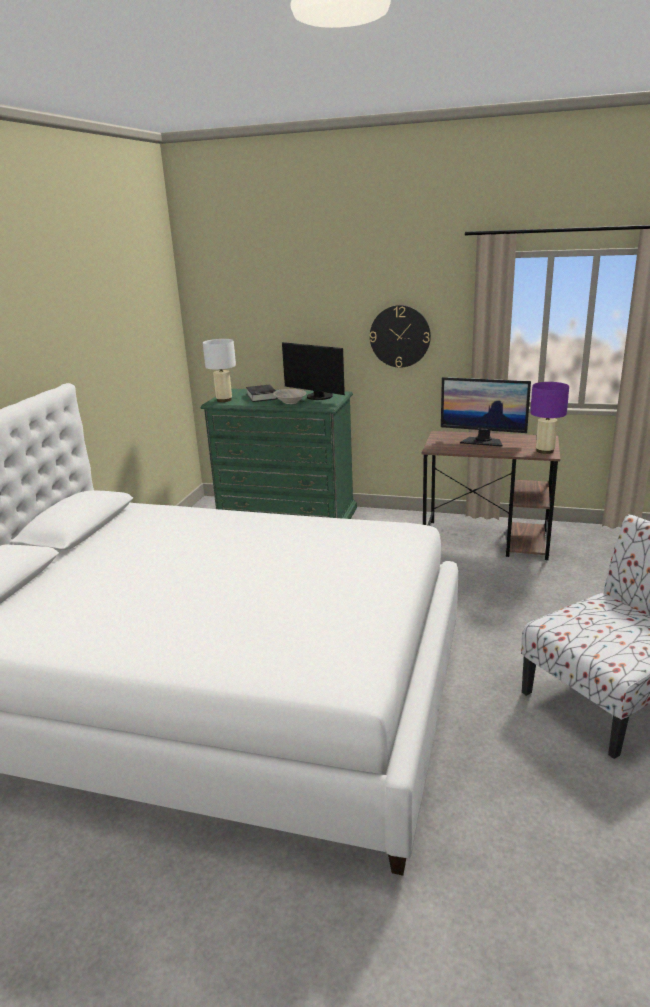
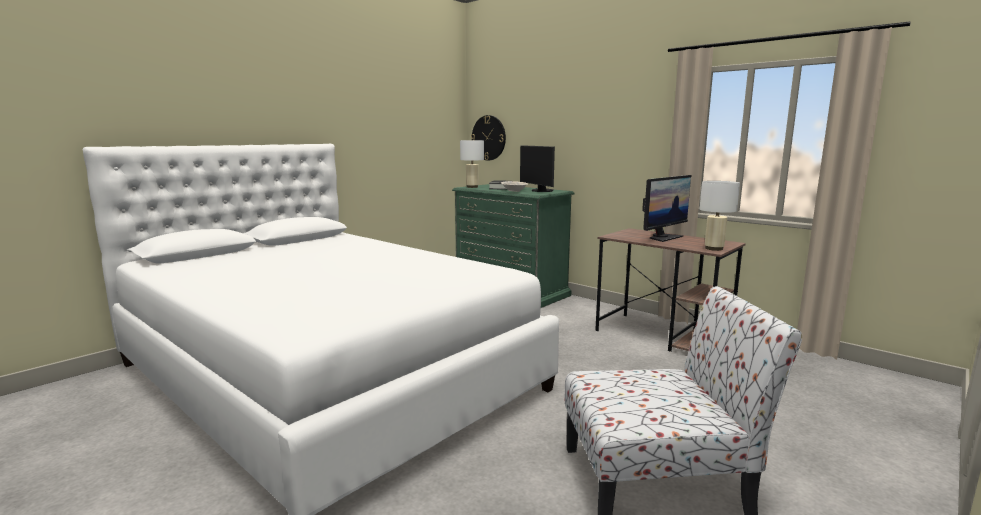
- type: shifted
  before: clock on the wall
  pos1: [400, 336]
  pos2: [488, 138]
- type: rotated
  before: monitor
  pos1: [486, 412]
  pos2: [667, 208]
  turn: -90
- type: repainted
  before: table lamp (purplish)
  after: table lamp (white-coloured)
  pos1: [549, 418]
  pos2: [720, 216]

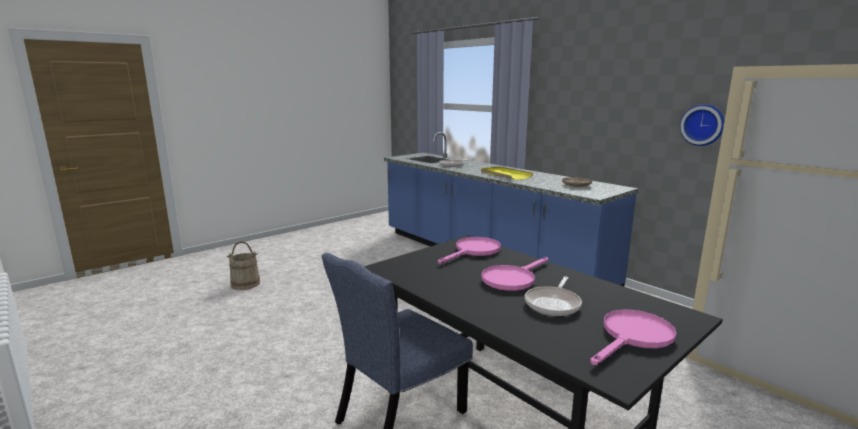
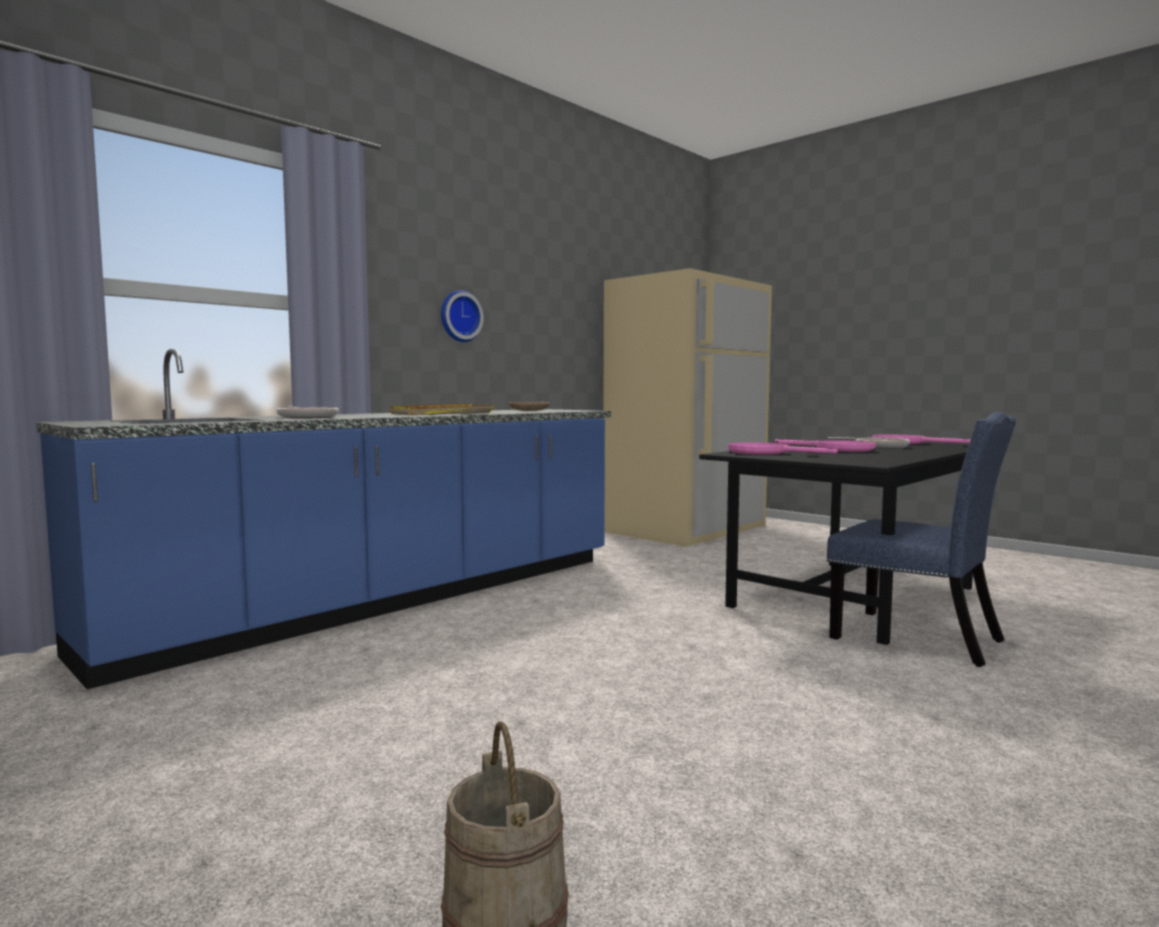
- type: shifted
  before: clock on the wall
  pos1: [702, 125]
  pos2: [462, 316]

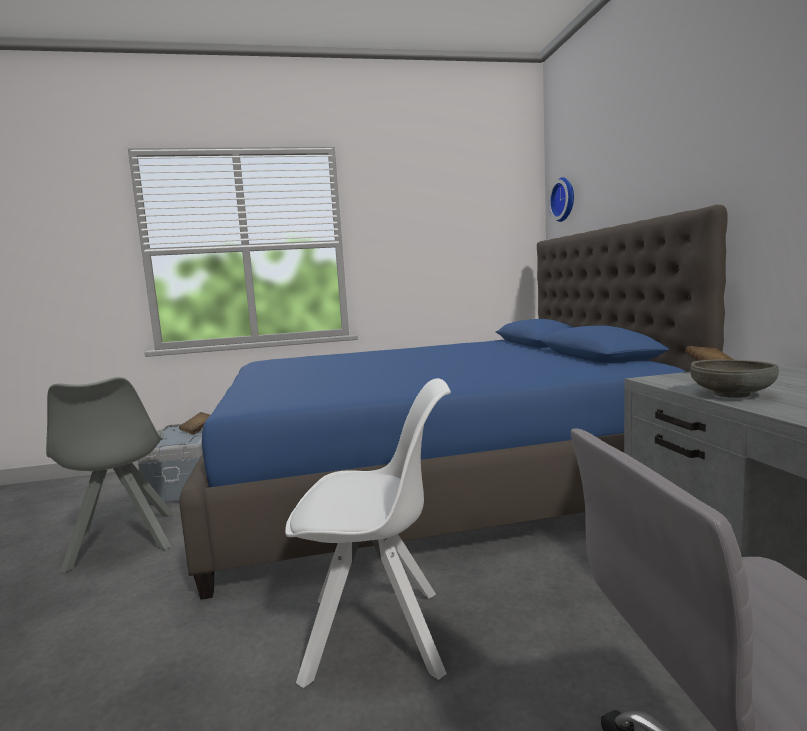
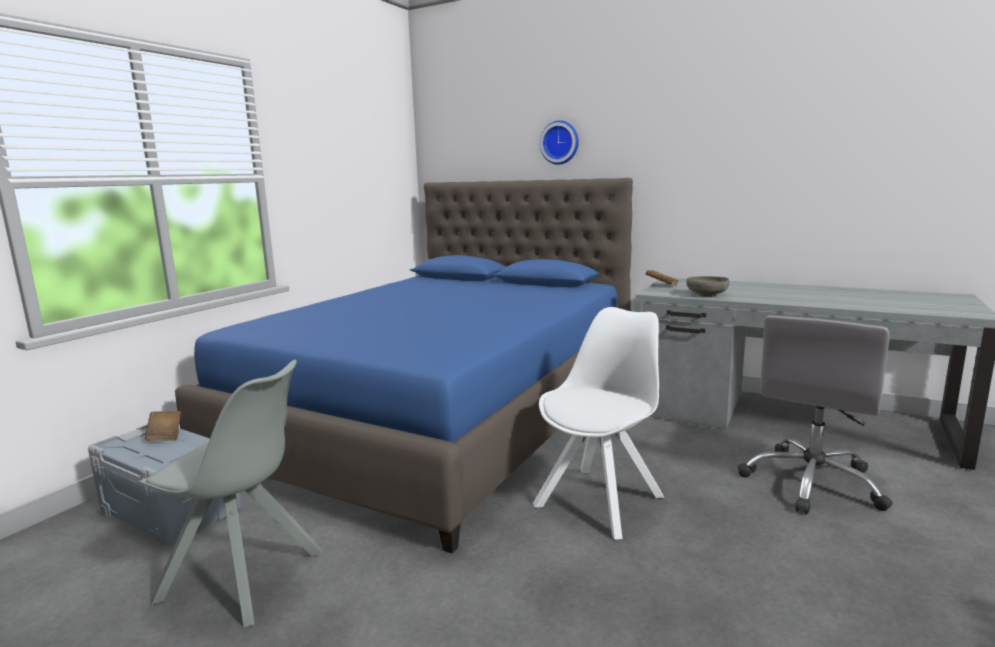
- type: shifted
  before: clock on the wall
  pos1: [561, 199]
  pos2: [559, 142]

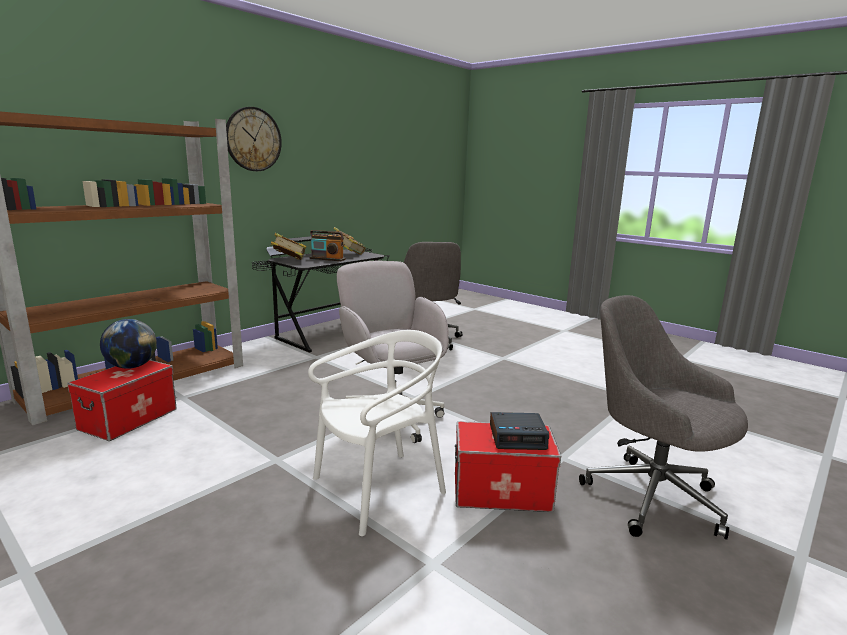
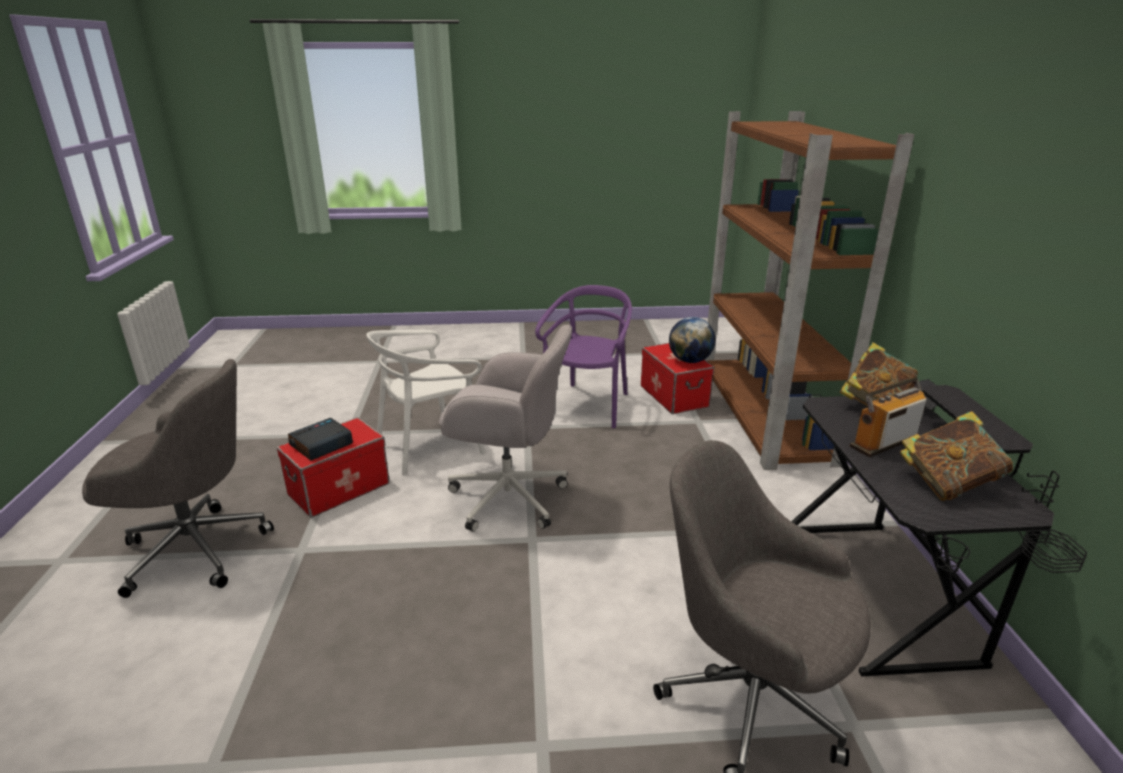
- type: gone
  before: clock on the wall
  pos1: [254, 139]
- type: rotated
  before: plain chair (white-coloured)
  pos1: [377, 433]
  pos2: [426, 403]
  turn: 45
- type: new
  after: plain chair (purplish)
  pos2: [583, 357]

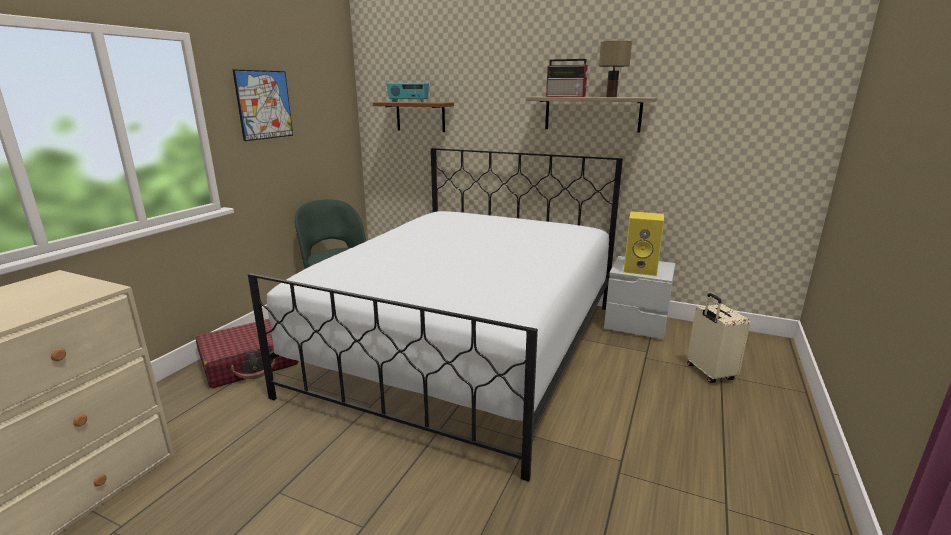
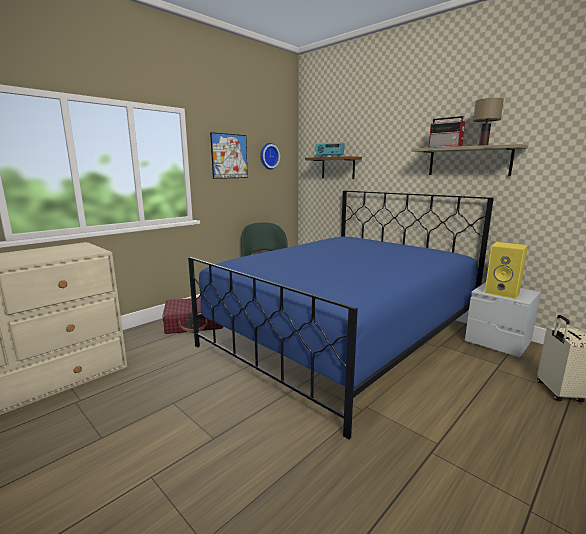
- type: repainted
  before: bed (white-coloured)
  after: bed (bluish)
  pos1: [435, 315]
  pos2: [341, 315]
- type: new
  after: clock on the wall
  pos2: [270, 156]

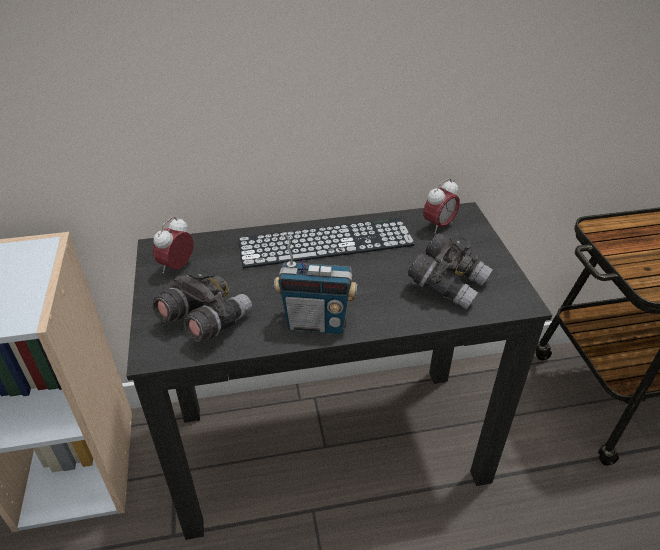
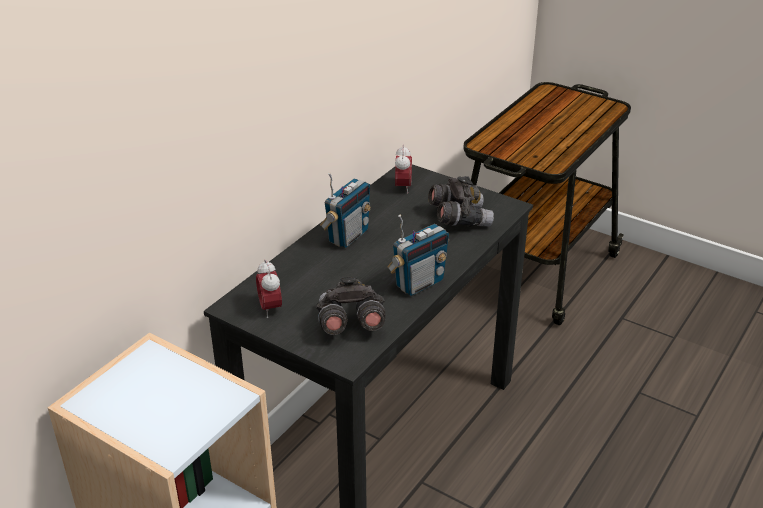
- type: swapped
  before: computer keyboard
  after: radio receiver
  pos1: [326, 243]
  pos2: [345, 210]

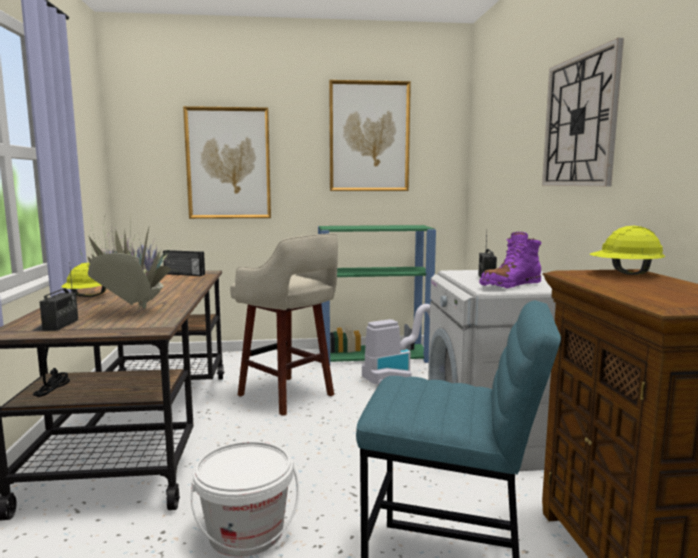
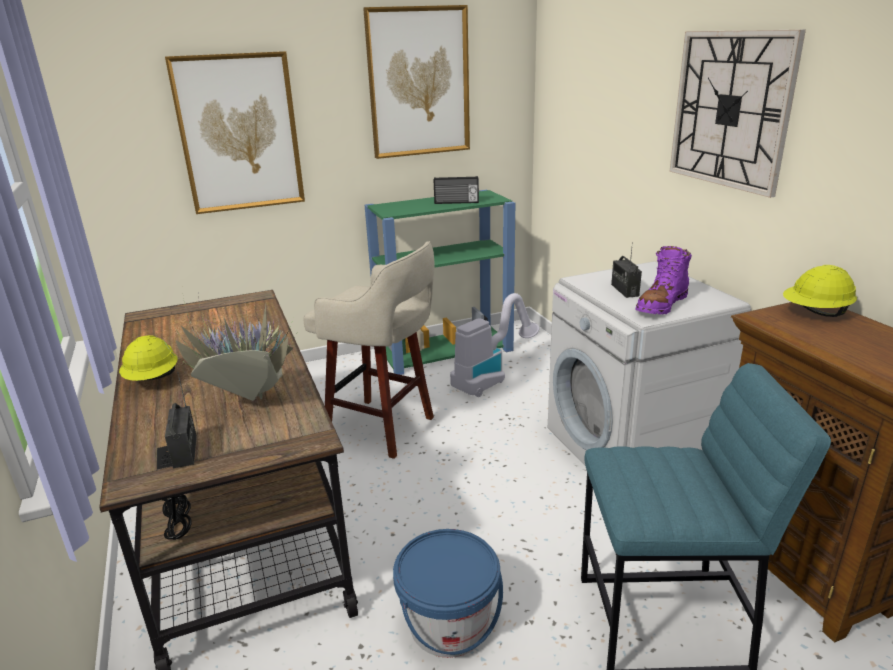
- type: shifted
  before: radio receiver
  pos1: [184, 263]
  pos2: [456, 190]
- type: repainted
  before: water bucket (white-coloured)
  after: water bucket (bluish)
  pos1: [245, 499]
  pos2: [448, 593]

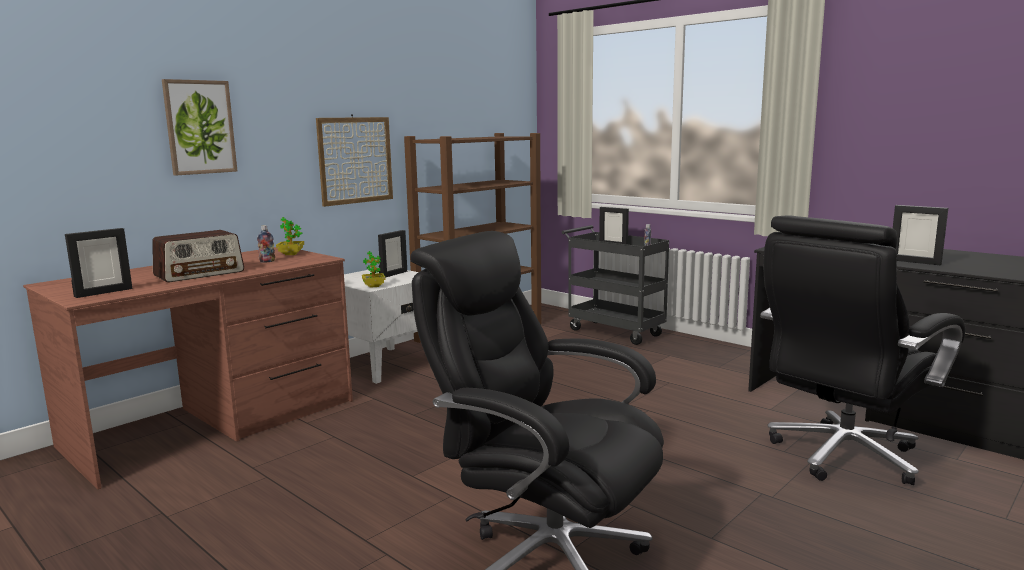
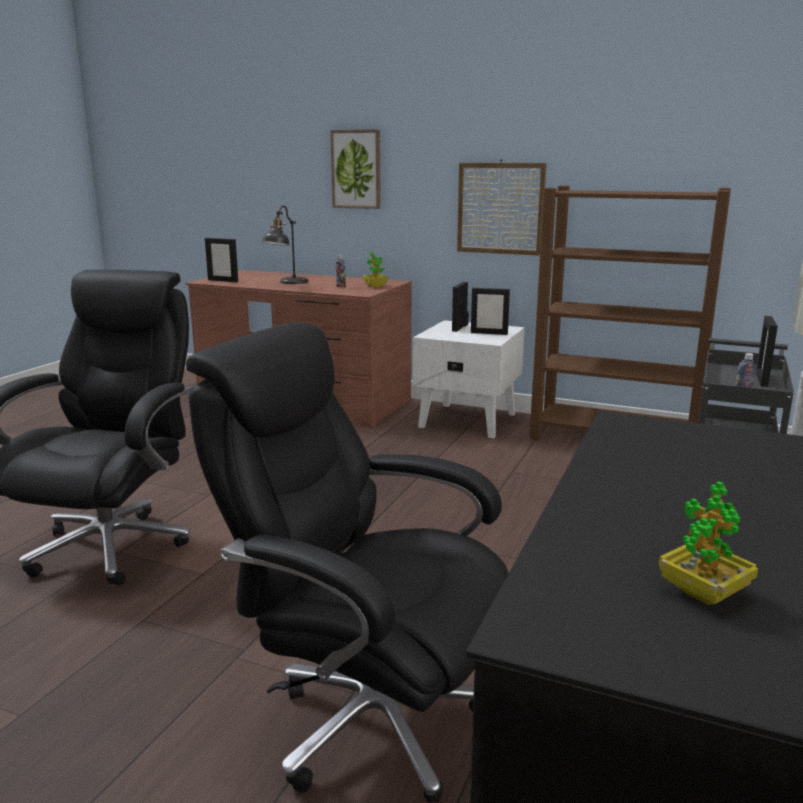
- type: swapped
  before: radio receiver
  after: table lamp (greyish)
  pos1: [198, 256]
  pos2: [285, 245]
- type: shifted
  before: plant in a pot
  pos1: [373, 269]
  pos2: [708, 543]
- type: shifted
  before: standing frame
  pos1: [920, 235]
  pos2: [460, 307]

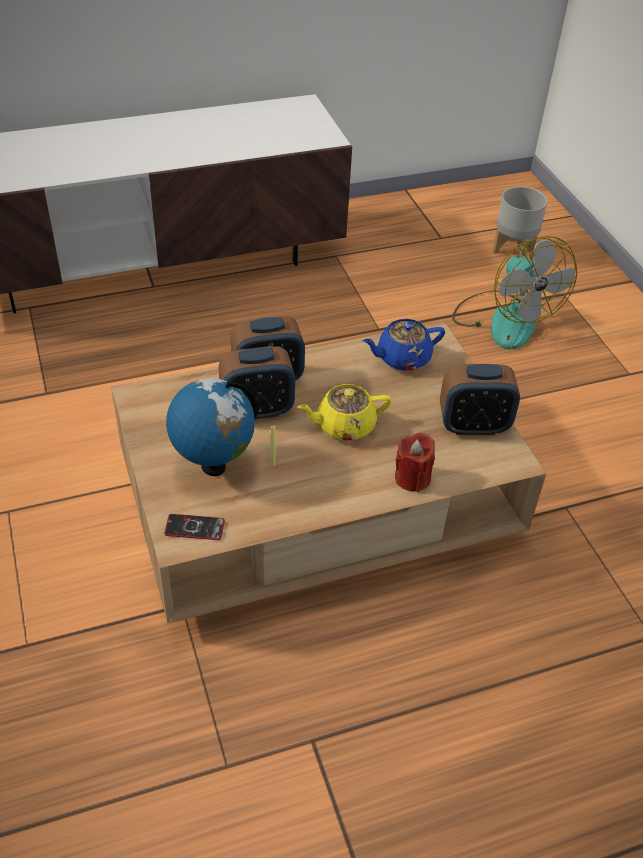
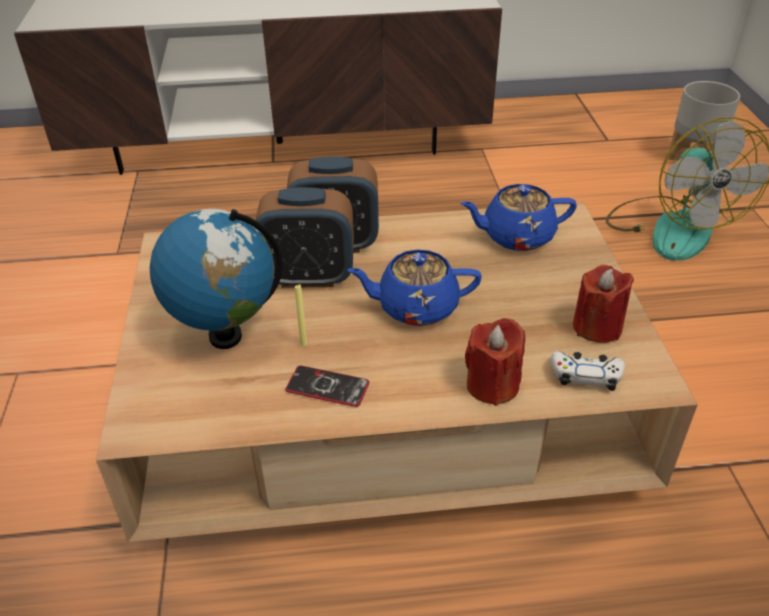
- type: shifted
  before: telephone
  pos1: [194, 527]
  pos2: [327, 386]
- type: repainted
  before: tea pot (yellowish)
  after: tea pot (bluish)
  pos1: [344, 412]
  pos2: [414, 288]
- type: swapped
  before: table clock
  after: wax light (red)
  pos1: [480, 399]
  pos2: [603, 304]
- type: new
  after: gamepad (white-coloured)
  pos2: [587, 371]

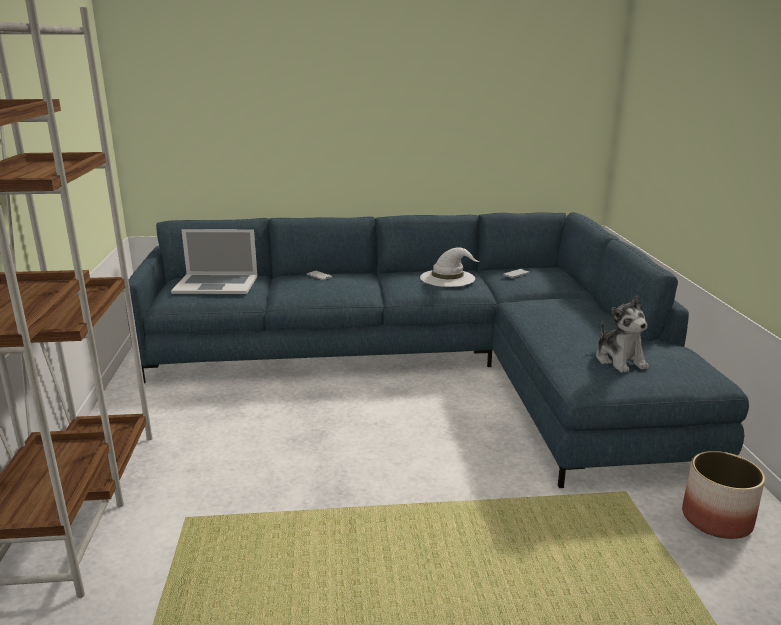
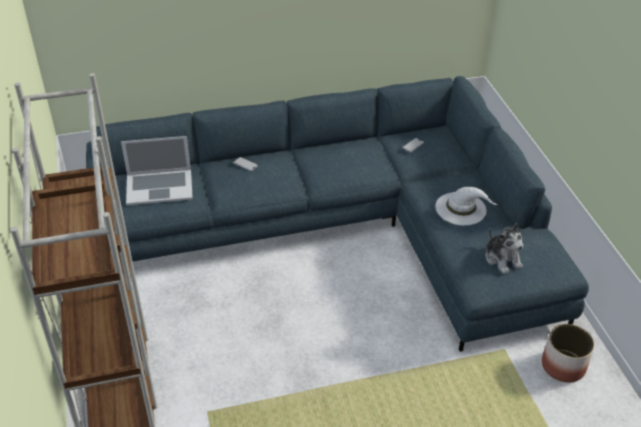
- type: shifted
  before: hat (white-coloured)
  pos1: [450, 267]
  pos2: [466, 206]

